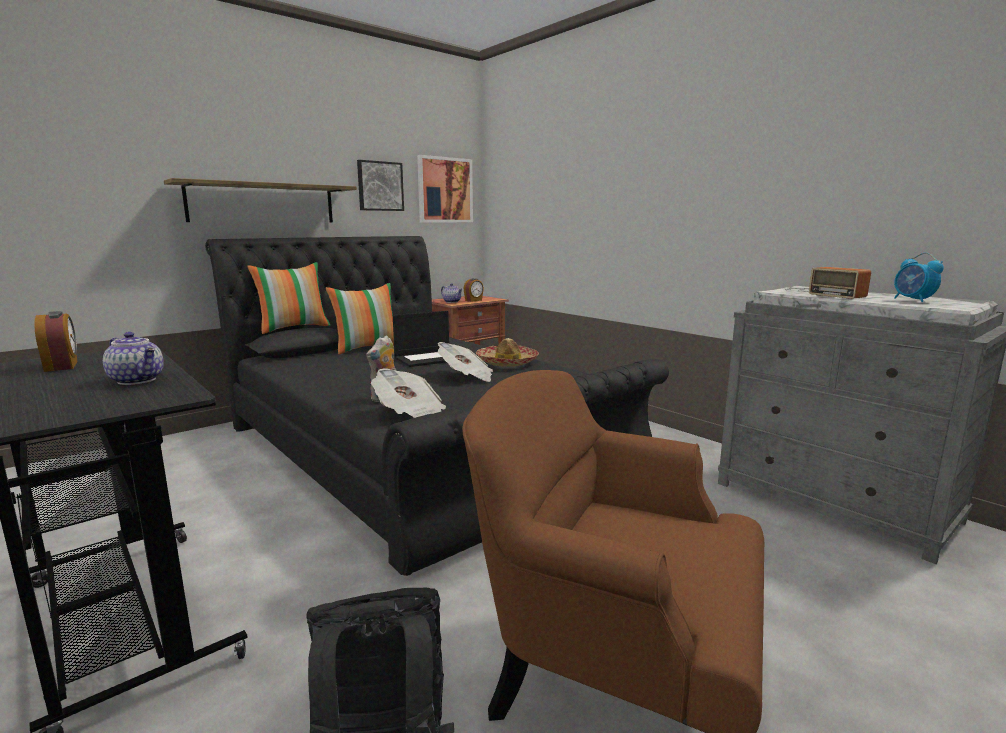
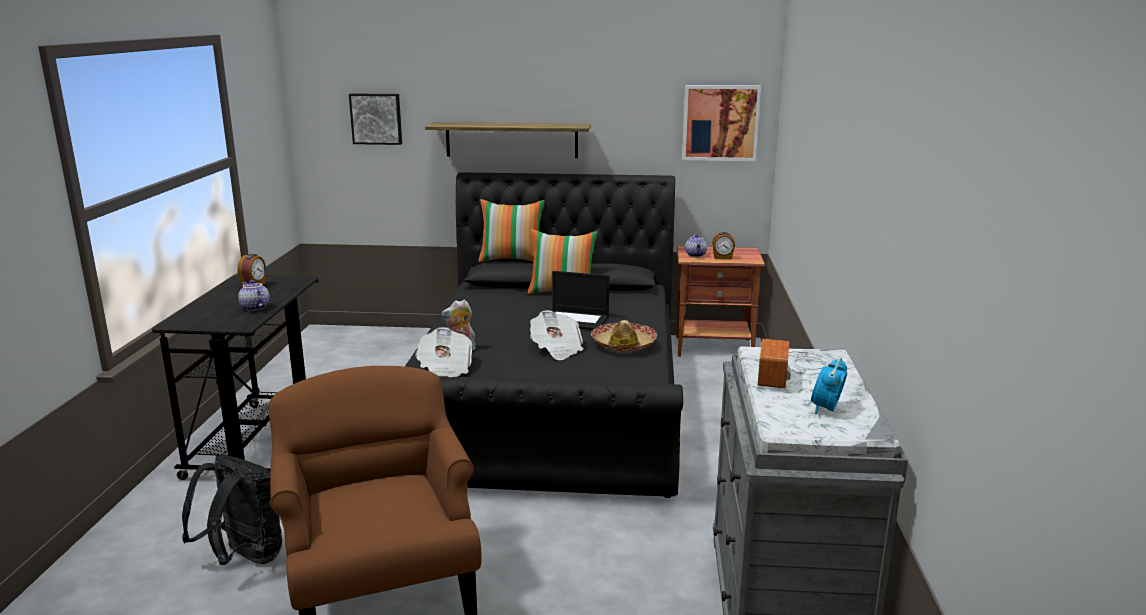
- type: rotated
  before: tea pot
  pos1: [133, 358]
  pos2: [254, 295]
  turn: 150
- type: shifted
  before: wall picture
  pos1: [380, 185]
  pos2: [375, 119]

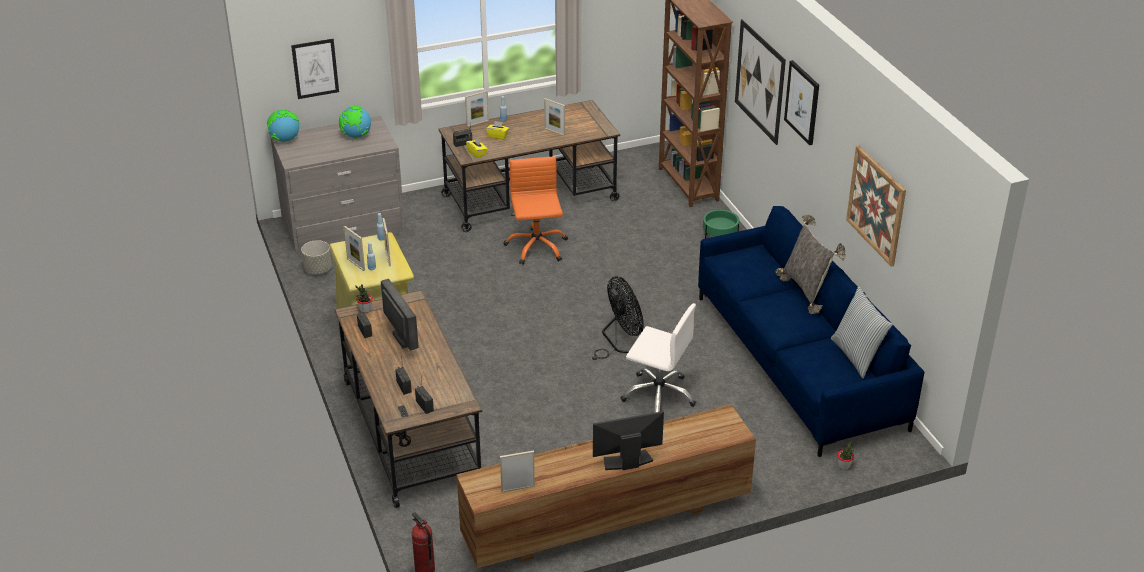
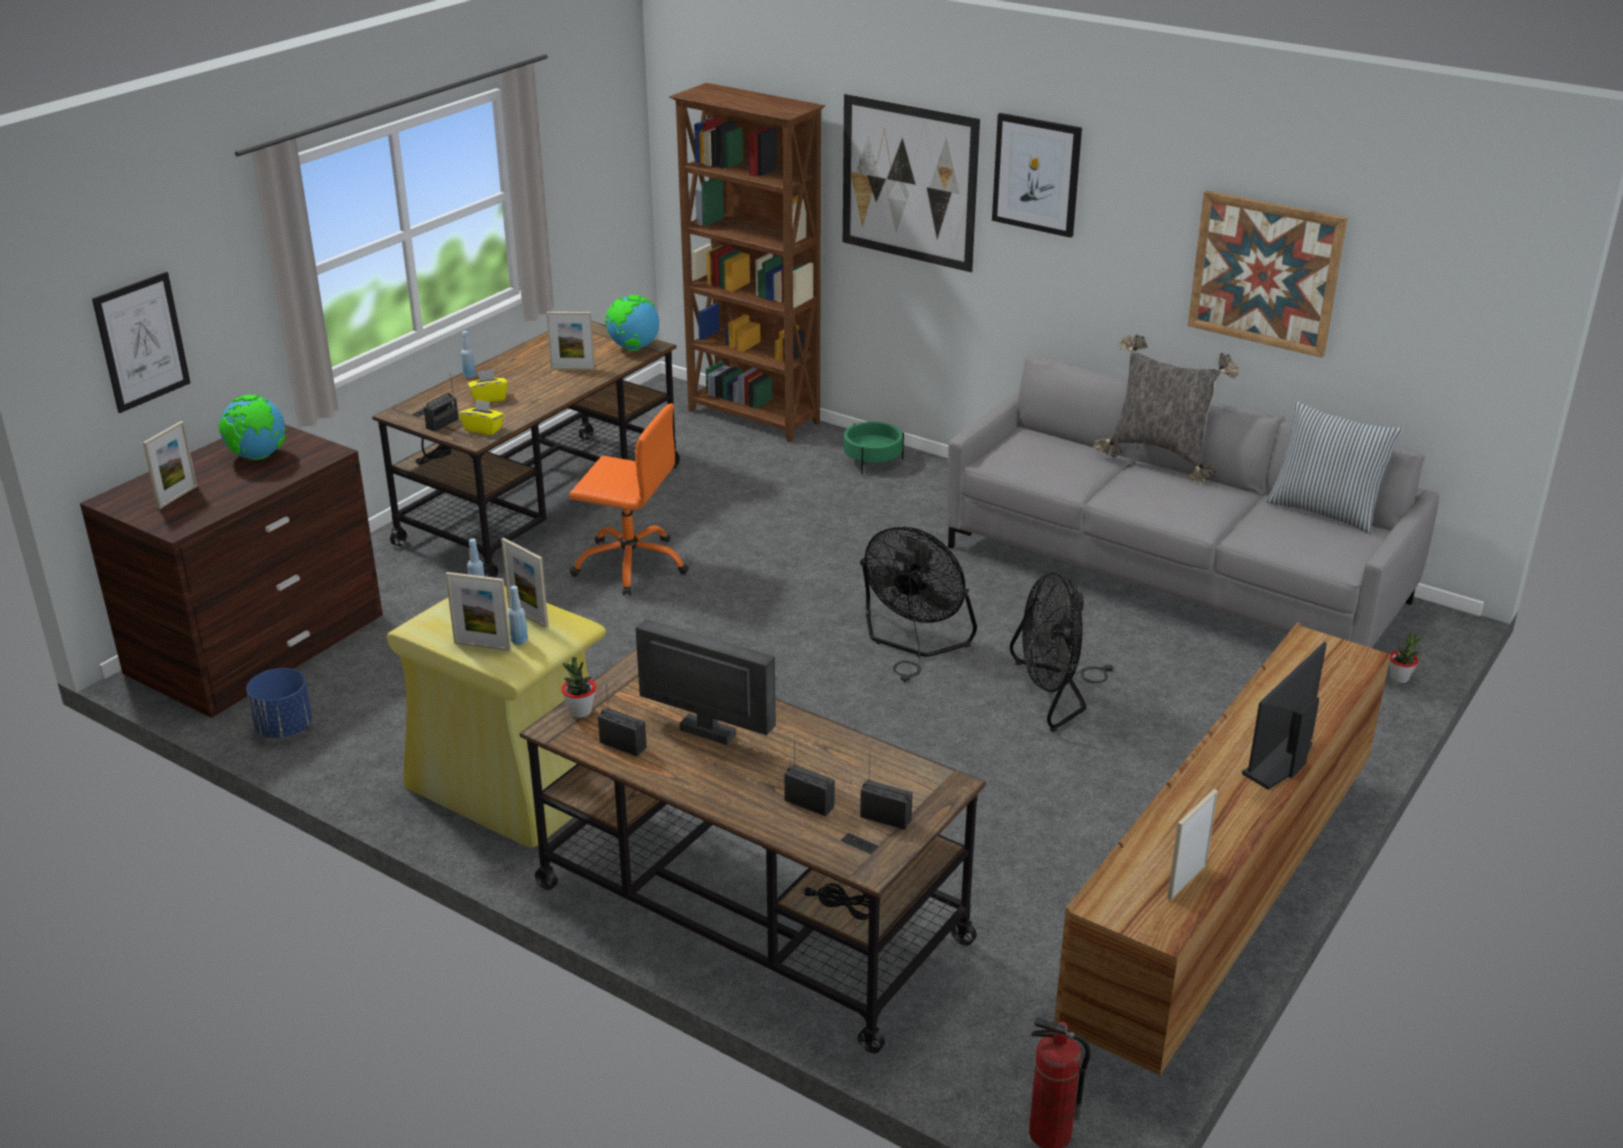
- type: shifted
  before: world globe
  pos1: [283, 126]
  pos2: [632, 323]
- type: repainted
  before: dresser (greyish)
  after: dresser (brown)
  pos1: [337, 184]
  pos2: [231, 571]
- type: repainted
  before: planter (greyish)
  after: planter (bluish)
  pos1: [316, 257]
  pos2: [279, 703]
- type: shifted
  before: standing frame
  pos1: [477, 109]
  pos2: [170, 465]
- type: rotated
  before: office chair (orange-coloured)
  pos1: [535, 211]
  pos2: [629, 499]
  turn: 150
- type: swapped
  before: office chair (white-coloured)
  after: cooling fan (blackish)
  pos1: [658, 358]
  pos2: [1062, 653]
- type: repainted
  before: sofa (bluish)
  after: sofa (greyish)
  pos1: [811, 331]
  pos2: [1192, 501]

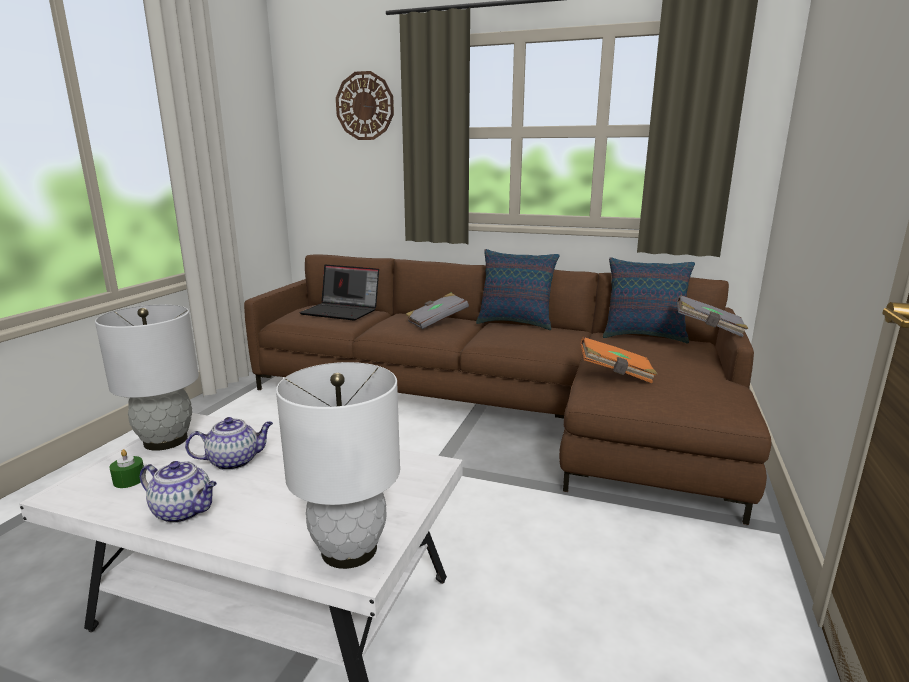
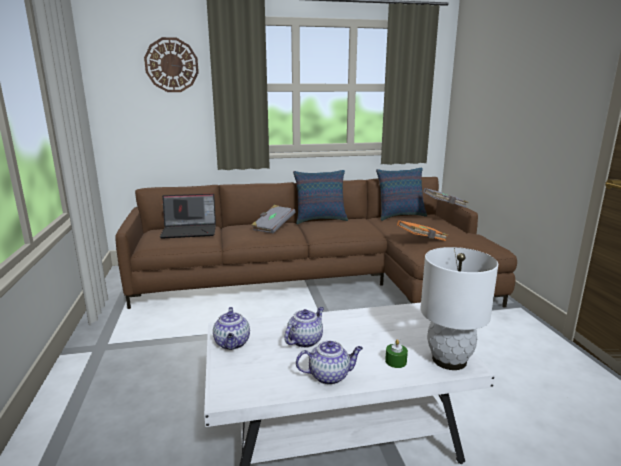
- type: swapped
  before: table lamp (white-coloured)
  after: tea pot
  pos1: [147, 378]
  pos2: [231, 328]
- type: shifted
  before: wax light (green)
  pos1: [126, 468]
  pos2: [396, 353]

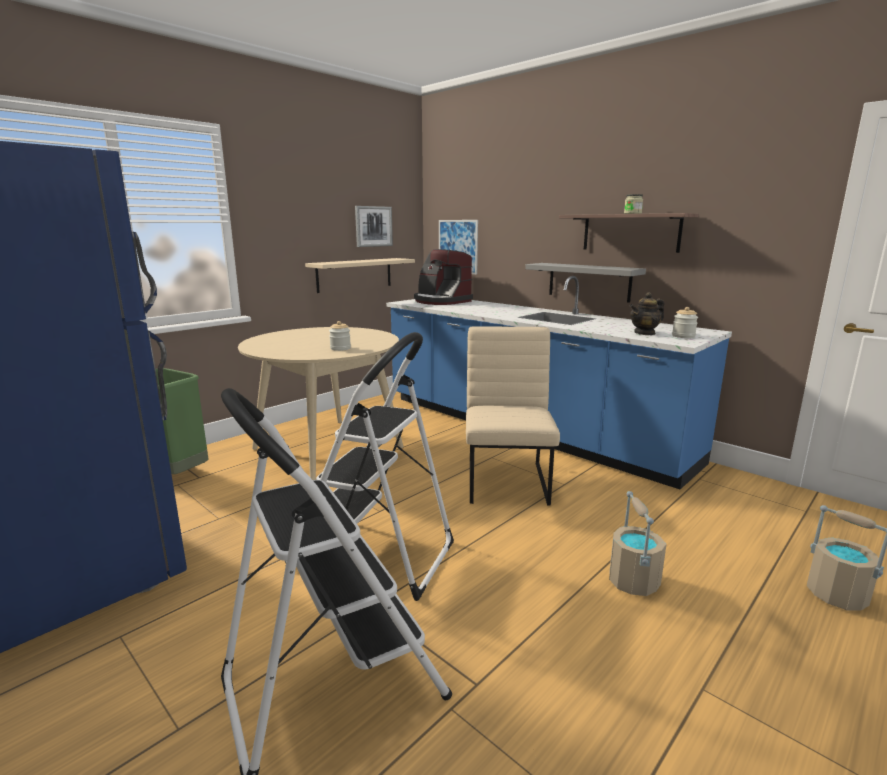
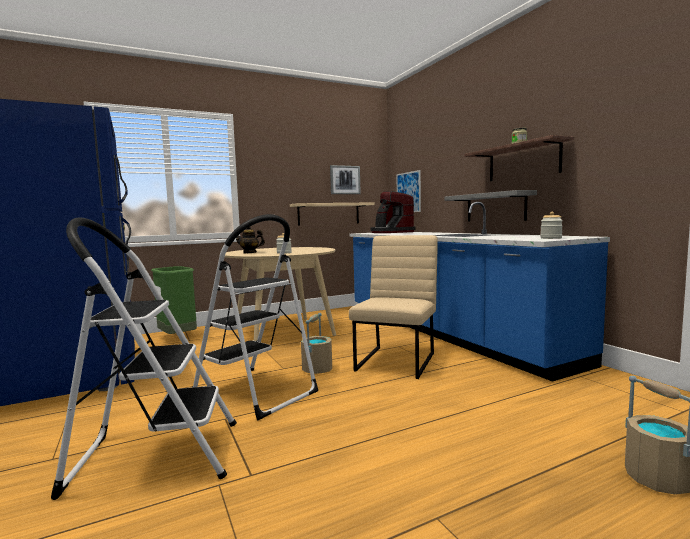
- type: shifted
  before: water bucket (beige)
  pos1: [638, 543]
  pos2: [316, 343]
- type: shifted
  before: tea pot
  pos1: [647, 313]
  pos2: [250, 240]

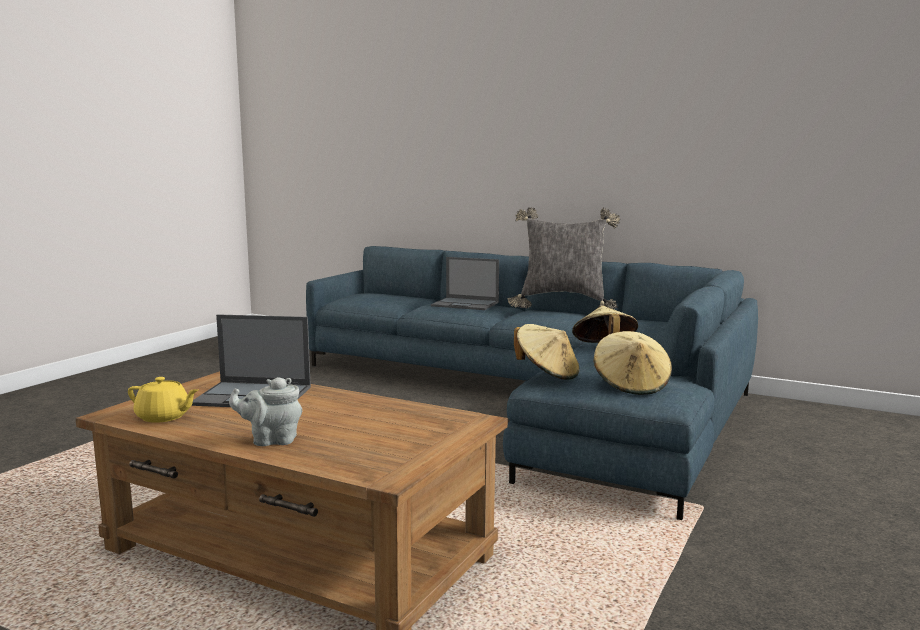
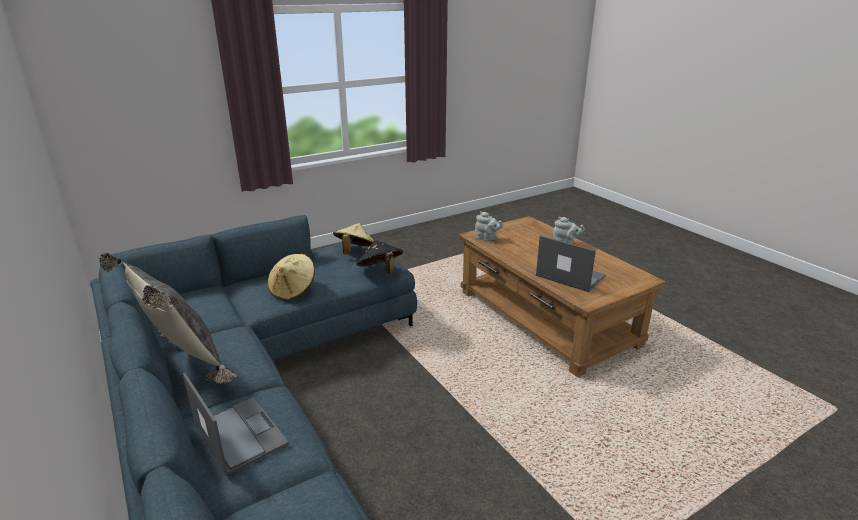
- type: gone
  before: tea pot (yellowish)
  pos1: [163, 400]
- type: repainted
  before: hat (beige)
  after: hat (blackish)
  pos1: [546, 352]
  pos2: [380, 256]
- type: new
  after: tea pot (greyish)
  pos2: [489, 226]

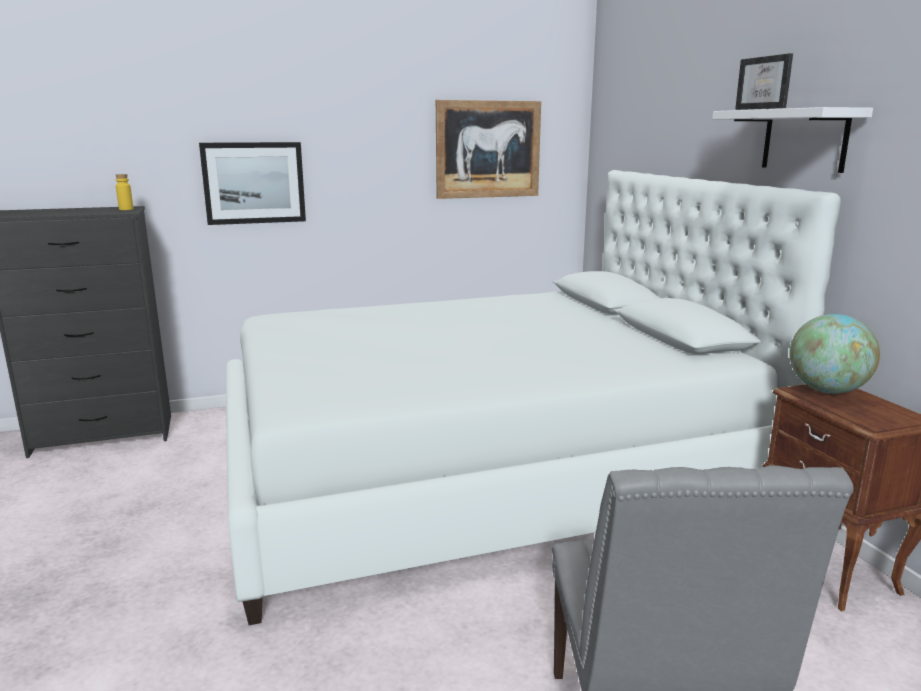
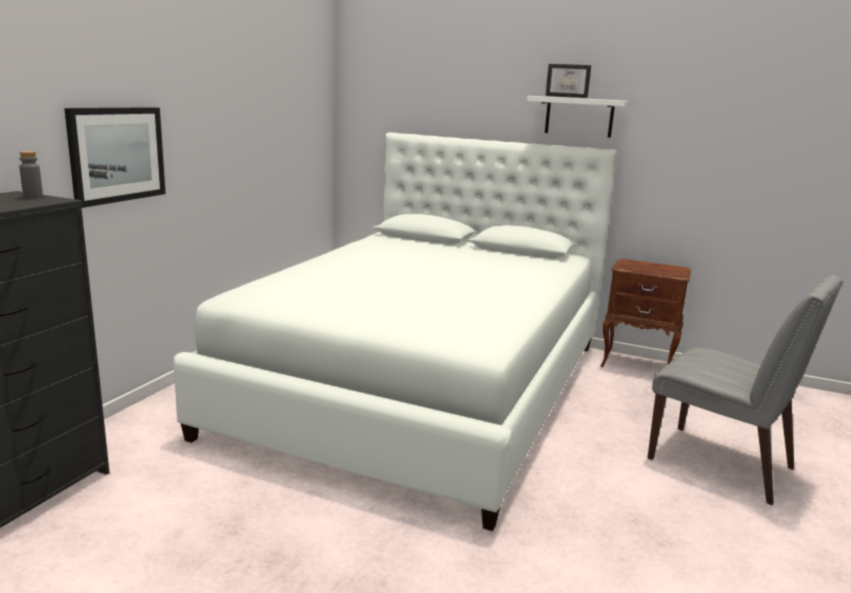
- type: repainted
  before: beverage bottle (yellowish)
  after: beverage bottle (greyish)
  pos1: [124, 192]
  pos2: [31, 174]
- type: gone
  before: wall picture
  pos1: [488, 149]
- type: gone
  before: world globe
  pos1: [834, 354]

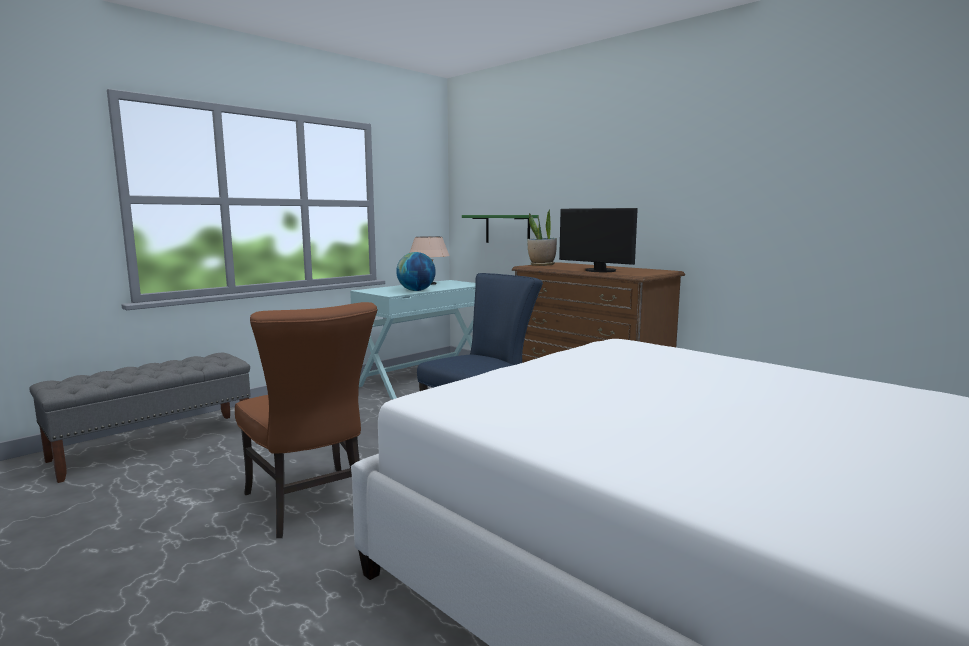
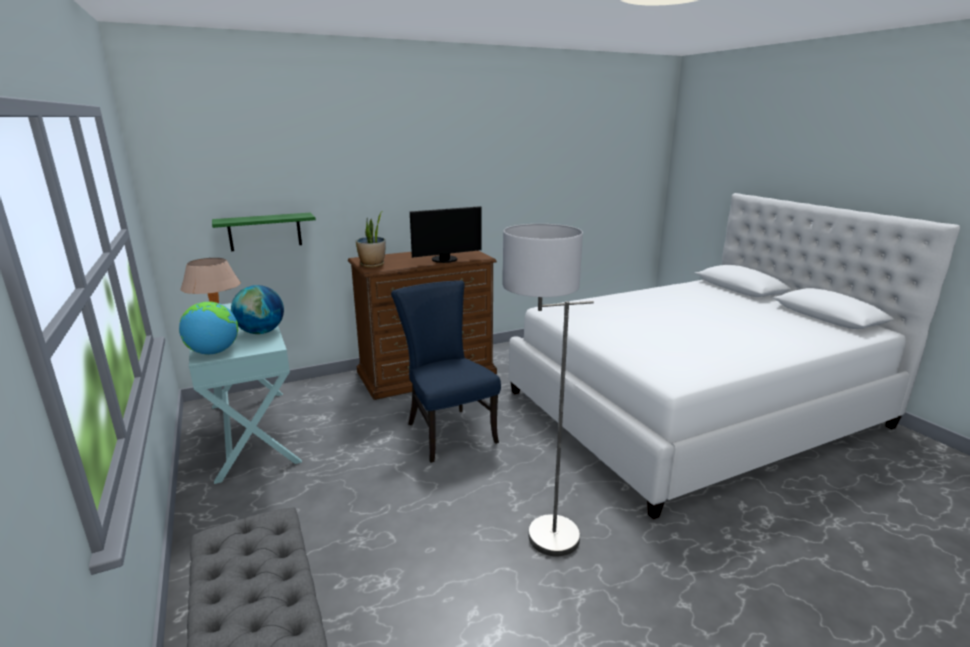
- type: swapped
  before: plain chair (brown)
  after: floor lamp (greyish)
  pos1: [306, 420]
  pos2: [548, 390]
- type: new
  after: world globe
  pos2: [208, 328]

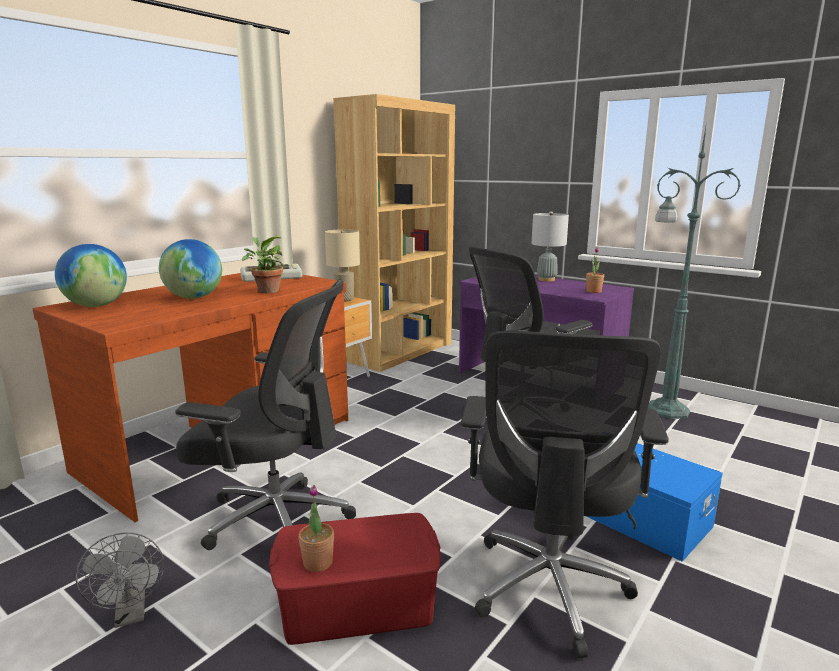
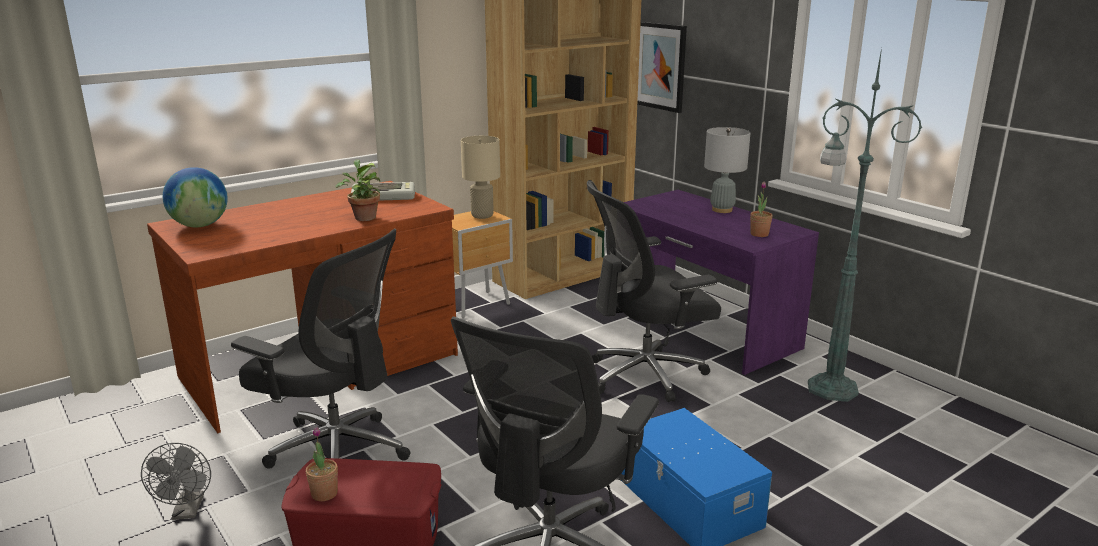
- type: gone
  before: world globe
  pos1: [190, 269]
- type: new
  after: wall picture
  pos2: [662, 67]

